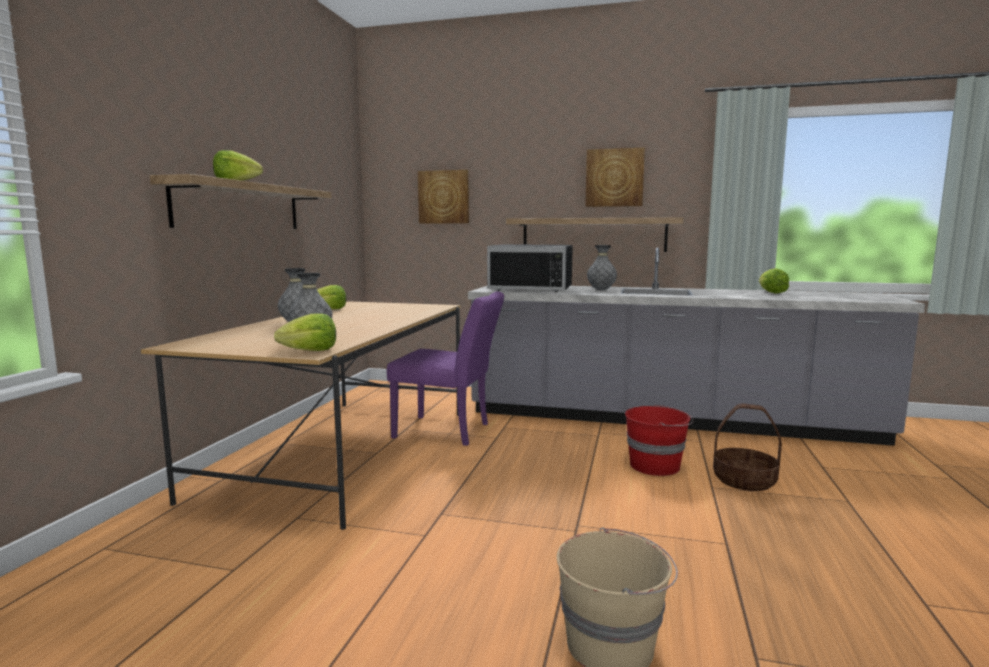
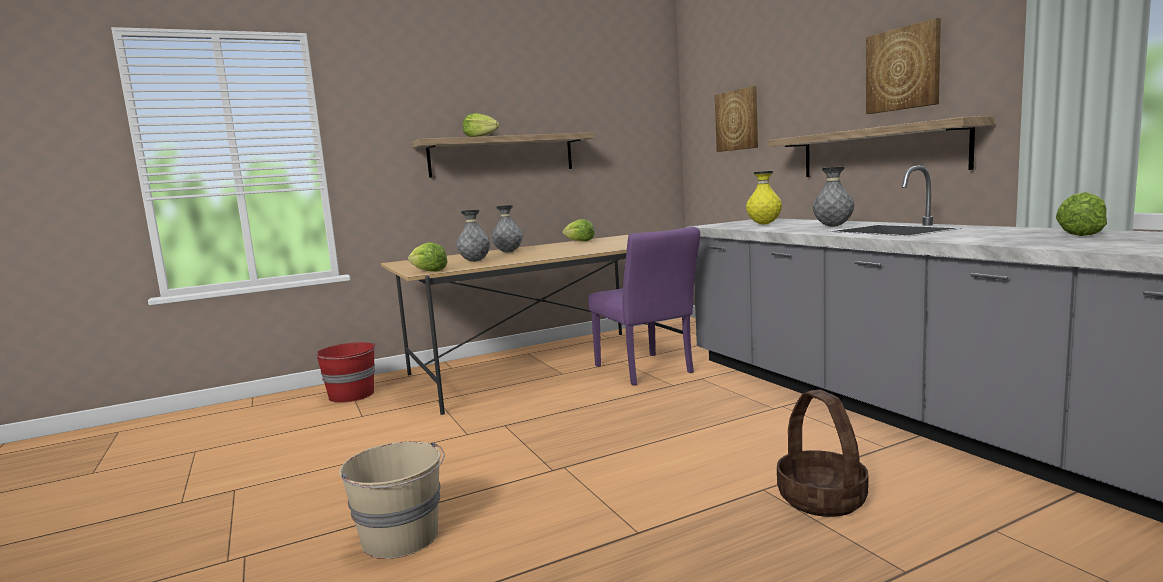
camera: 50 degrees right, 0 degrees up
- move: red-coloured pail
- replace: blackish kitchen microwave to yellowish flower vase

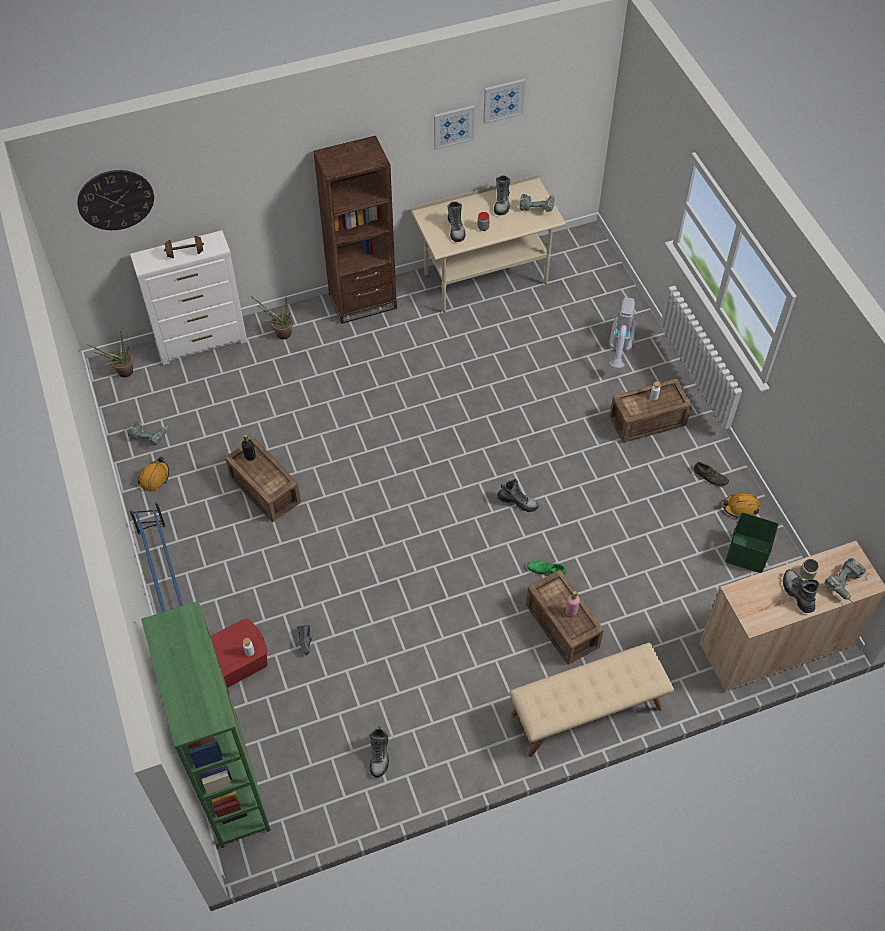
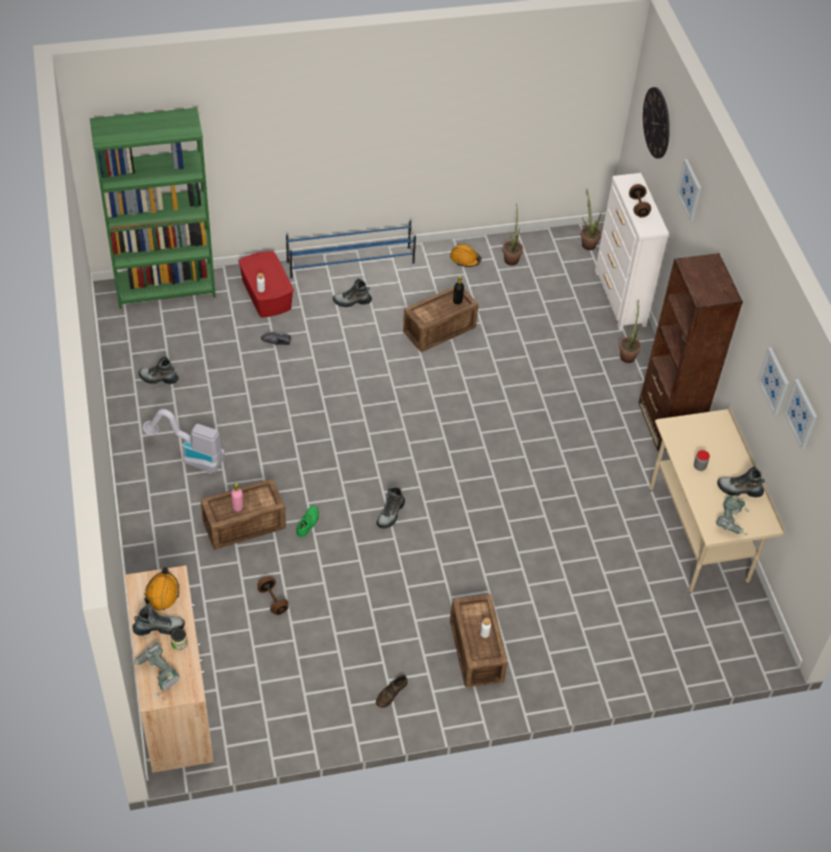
camera: 95 degrees right, 5 degrees down
- move: hoover
- move: orange-coloured work helmet (2nd from left in the first image) to orange-coloured work helmet (1st from left)
- insert: brown-coloured free weight (1st from left)
- move: tall boot (2nd from left in the first image) to tall boot (3rd from left)
- replace: drill (1st from left) to potted plant (1st from left)
- insert: picture (1st from left)
- delete: sand-coloured long seat
- delete: green-coloured storage bin

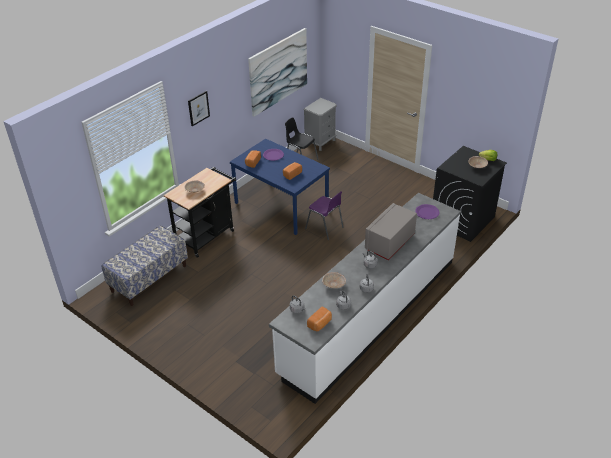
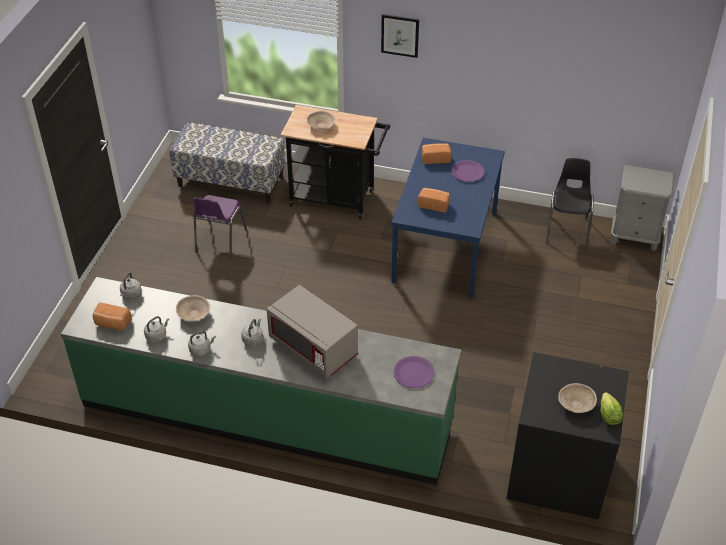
camera: 65 degrees right, 5 degrees up
- recolor: white kitchen counter to green-coloured kitchen counter
- move: purple upright chair
- rotate: gray kitchen microwave 150 degrees counterclockwise
- delete: picture (2nd from left)

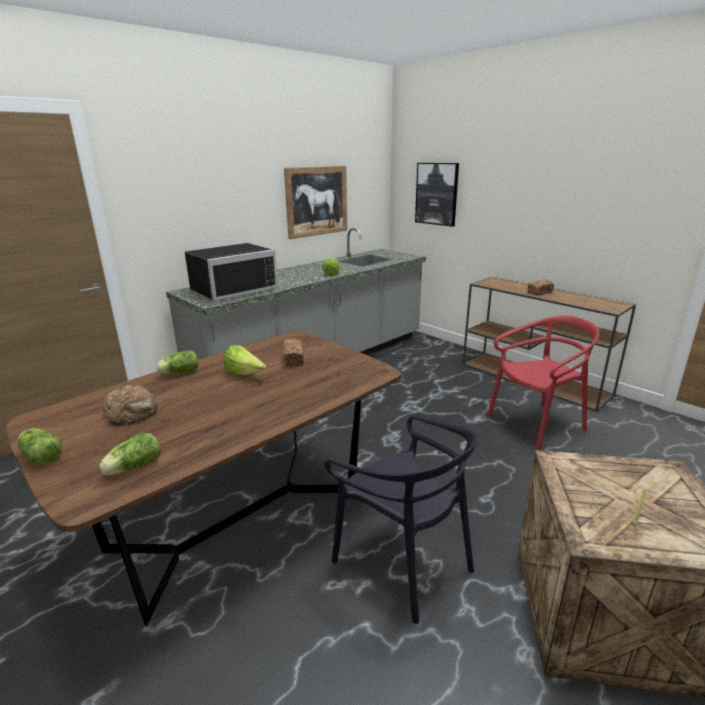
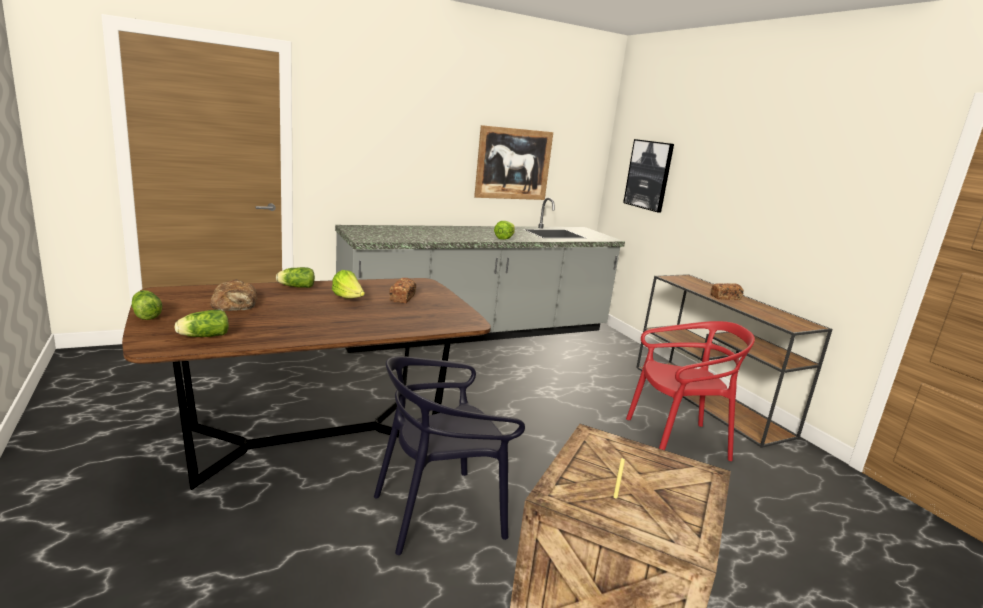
camera: 15 degrees right, 5 degrees down
- rotate: blackish upright chair 90 degrees clockwise
- delete: blackish kitchen microwave

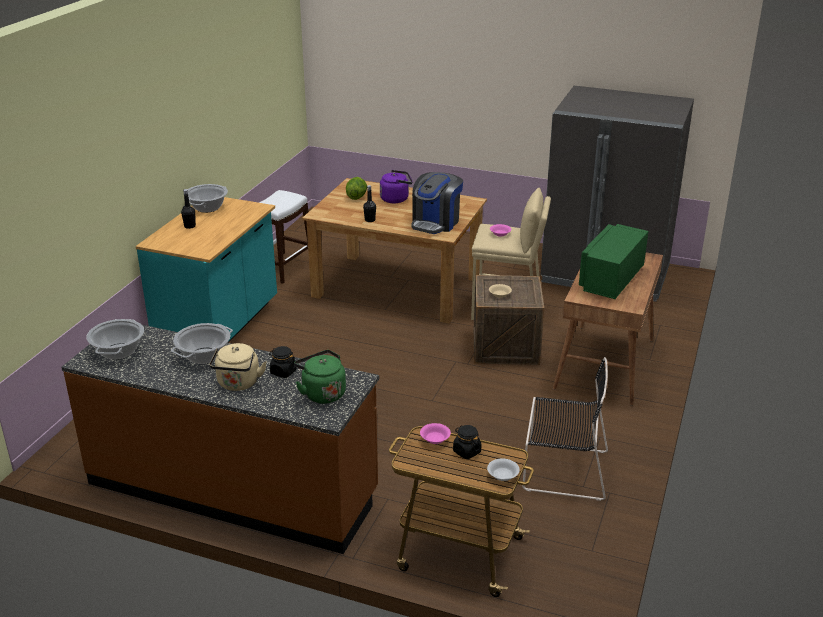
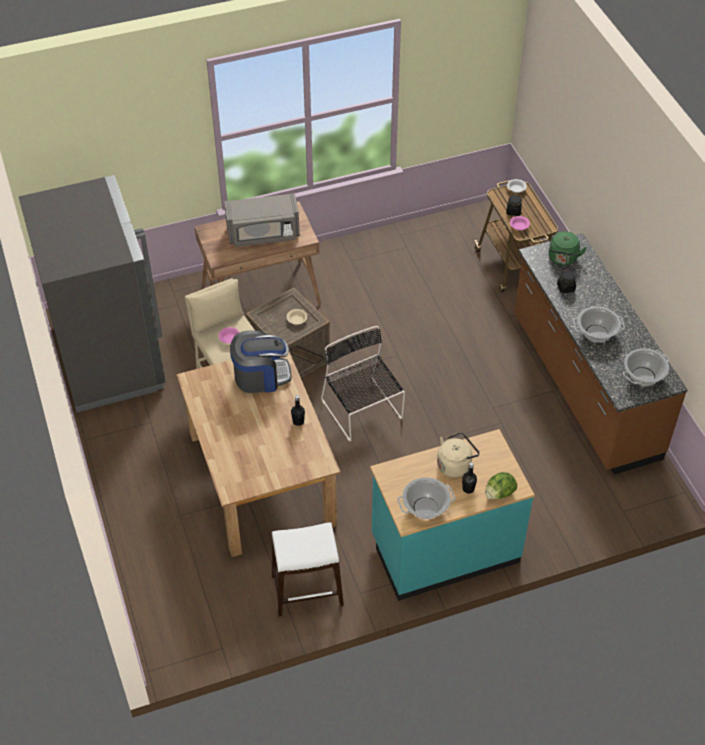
camera: 130 degrees left, 20 degrees up
- recolor: green-coloured kitchen microwave to gray kitchen microwave
- move: blackish upright chair
- move: sand-coloured tea kettle
- move: lettuce head
- delete: purple tea kettle

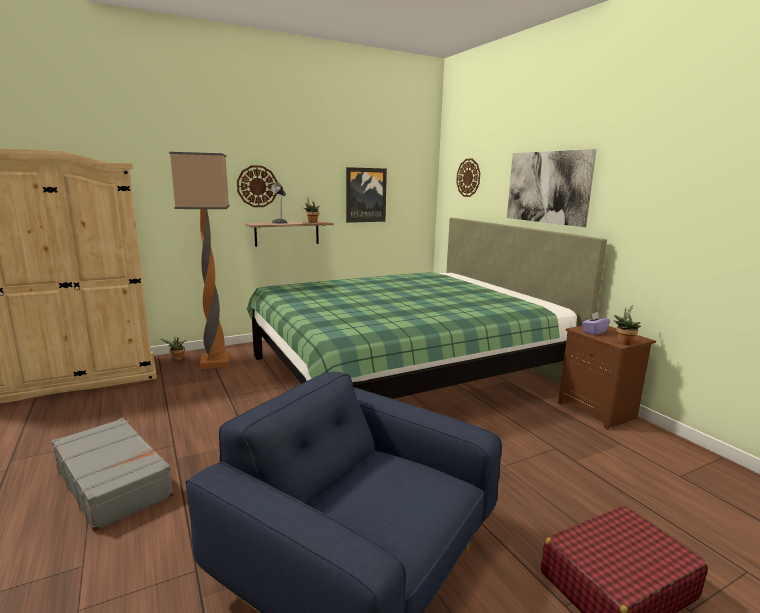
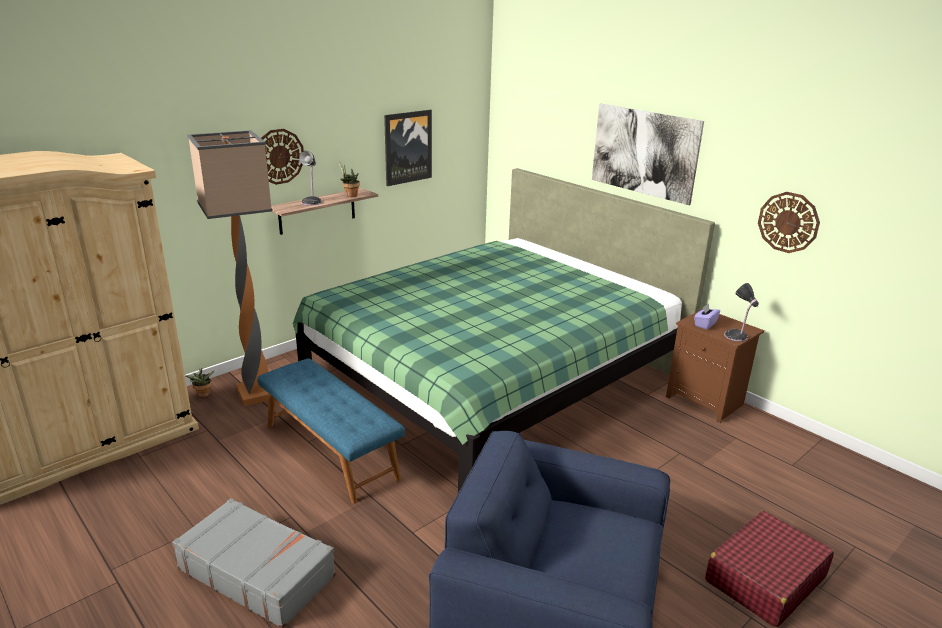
camera: 15 degrees left, 10 degrees up
- insert: blue long seat
- replace: potted plant (3rd from left) to table lamp (2nd from left)
- move: clock on the wall (2nd from left)

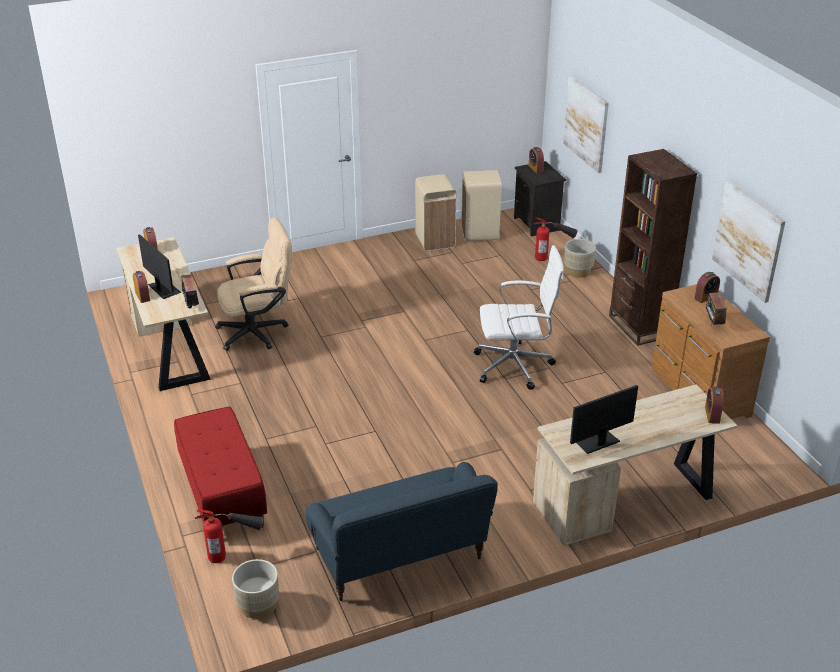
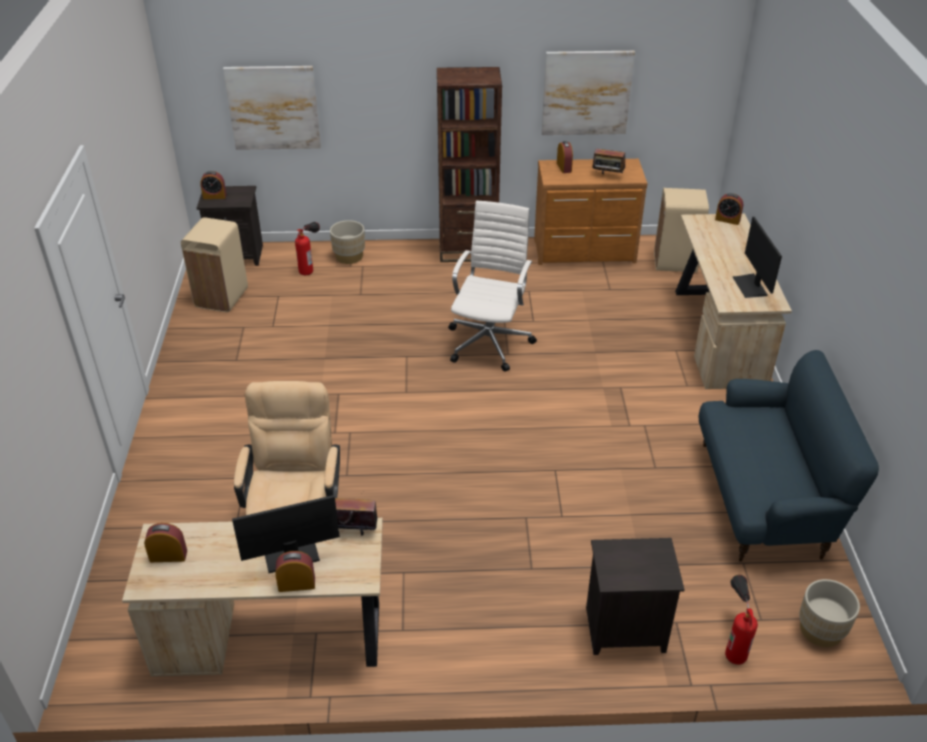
camera: 70 degrees left, 5 degrees up
- replace: red-coloured long seat to blackish bedside table (2nd from left)
- move: sand-coloured waste bin (1st from left in the first image) to sand-coloured waste bin (2nd from left)

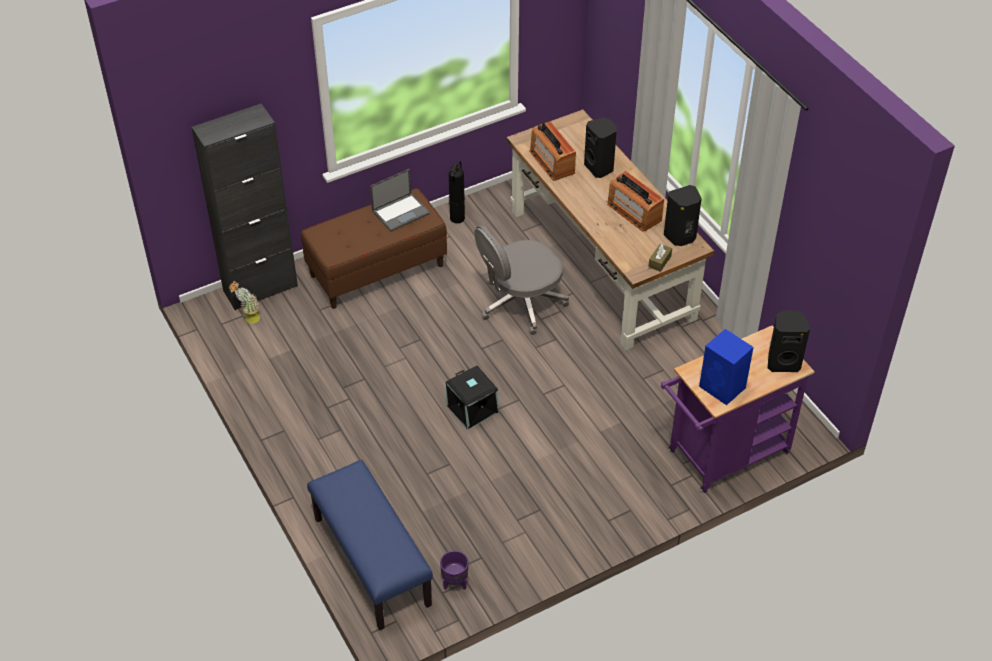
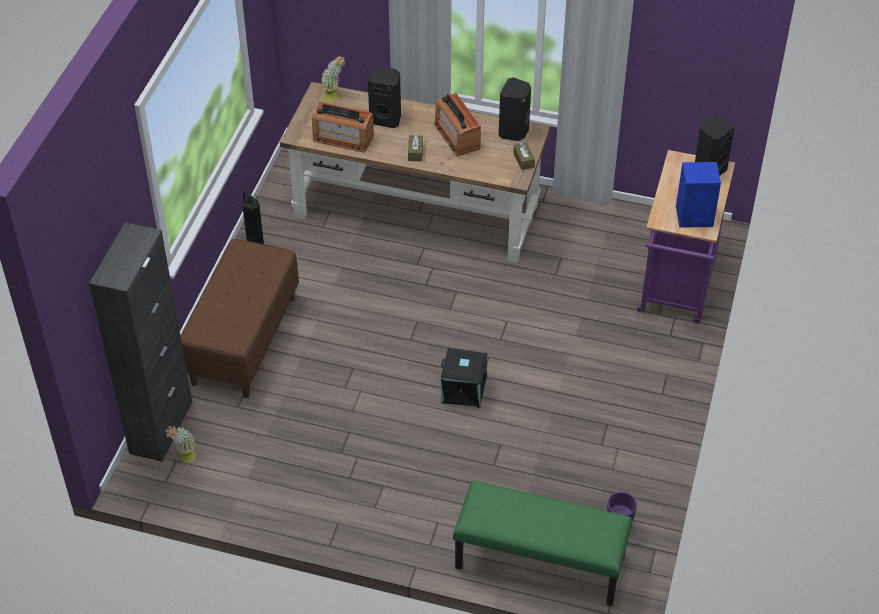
camera: 45 degrees left, 0 degrees up
- insert: potted plant (2nd from left)
- insert: brown-coloured box of tissues (1st from left)
- rotate: radio set (2nd from left) 60 degrees clockwise
- recolor: blue long seat to green-coloured long seat
- delete: notebook computer
- delete: gray desk chair

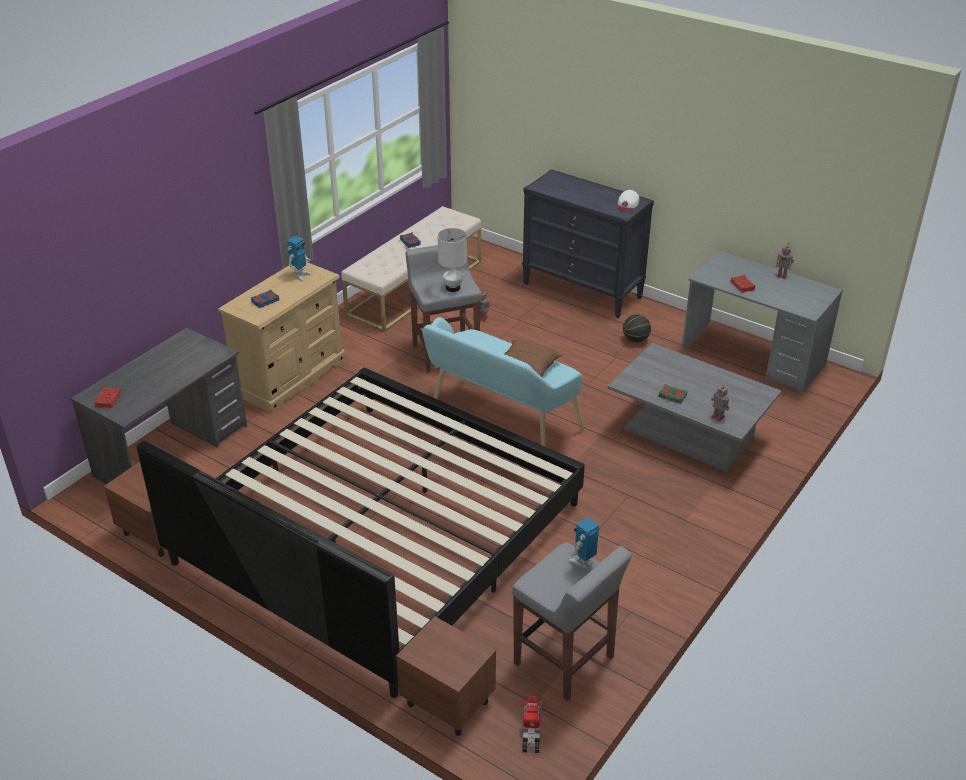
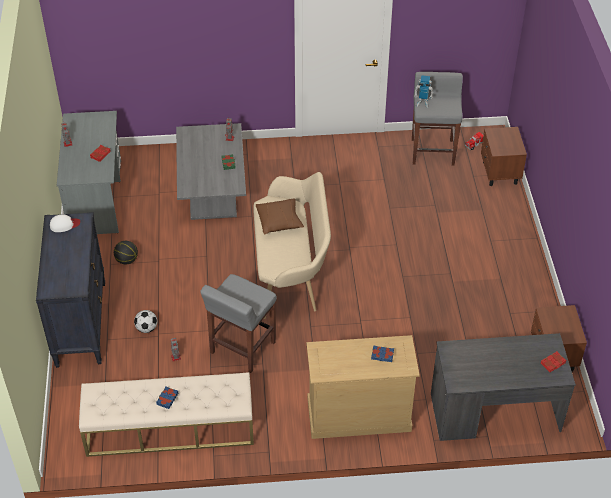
camera: 130 degrees left, 10 degrees up
- insert: ball for football
- recolor: turquoise-coloured long seat to sand-coloured long seat (2nd from left)
- delete: bedroom bed
- delete: toy robot (1st from left)
- delete: white table lamp

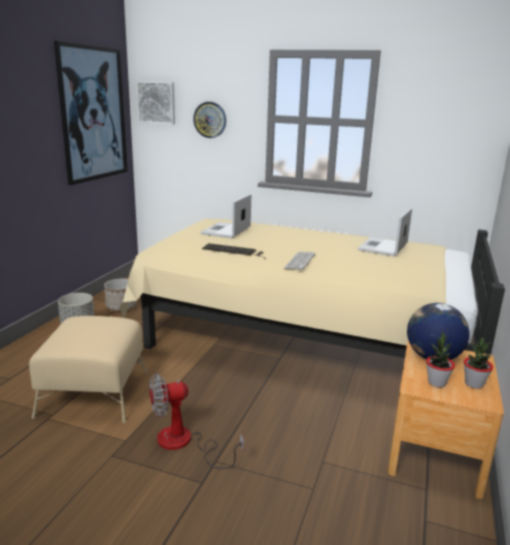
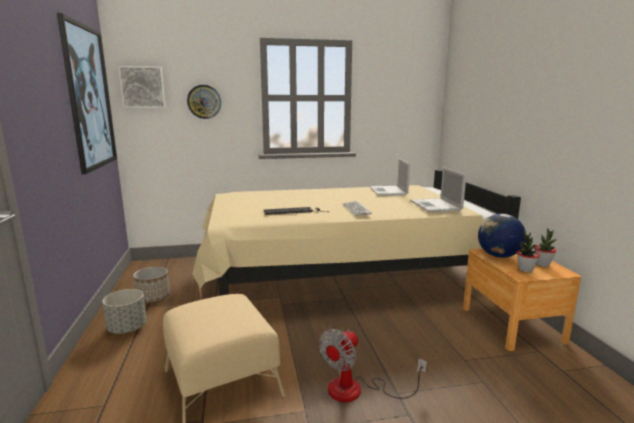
camera: 30 degrees left, 5 degrees down
- move: notebook computer (1st from left in the first image) to notebook computer (2nd from left)

